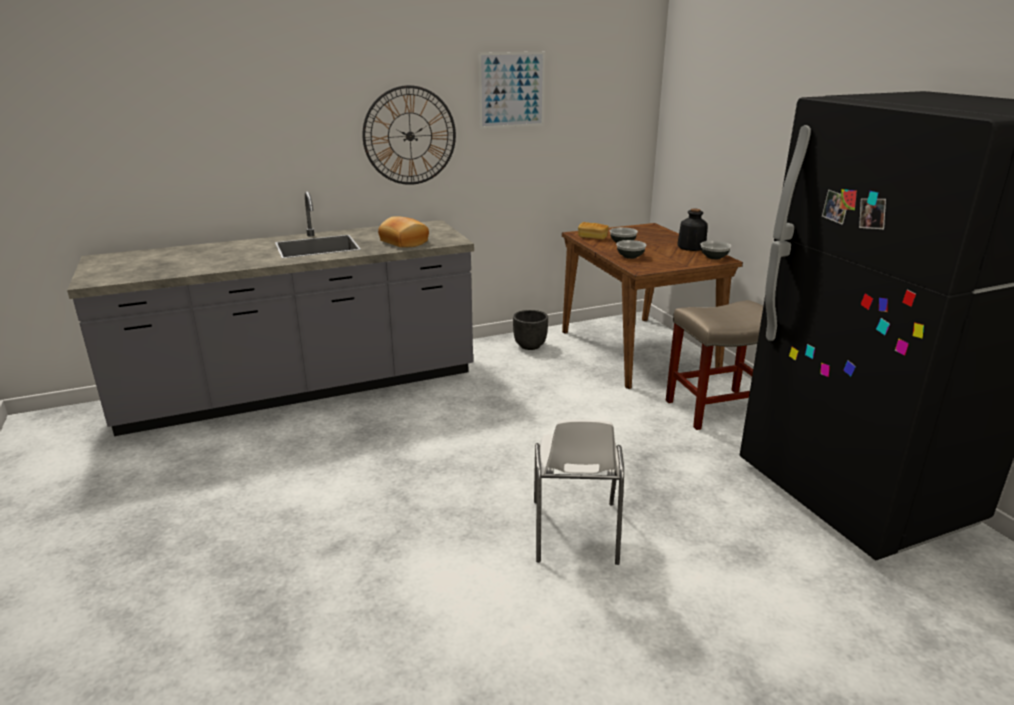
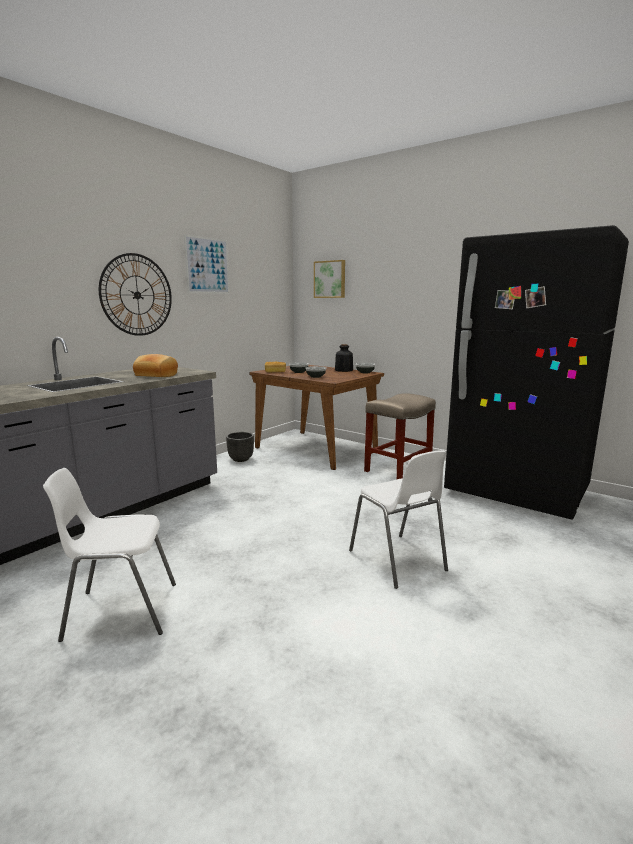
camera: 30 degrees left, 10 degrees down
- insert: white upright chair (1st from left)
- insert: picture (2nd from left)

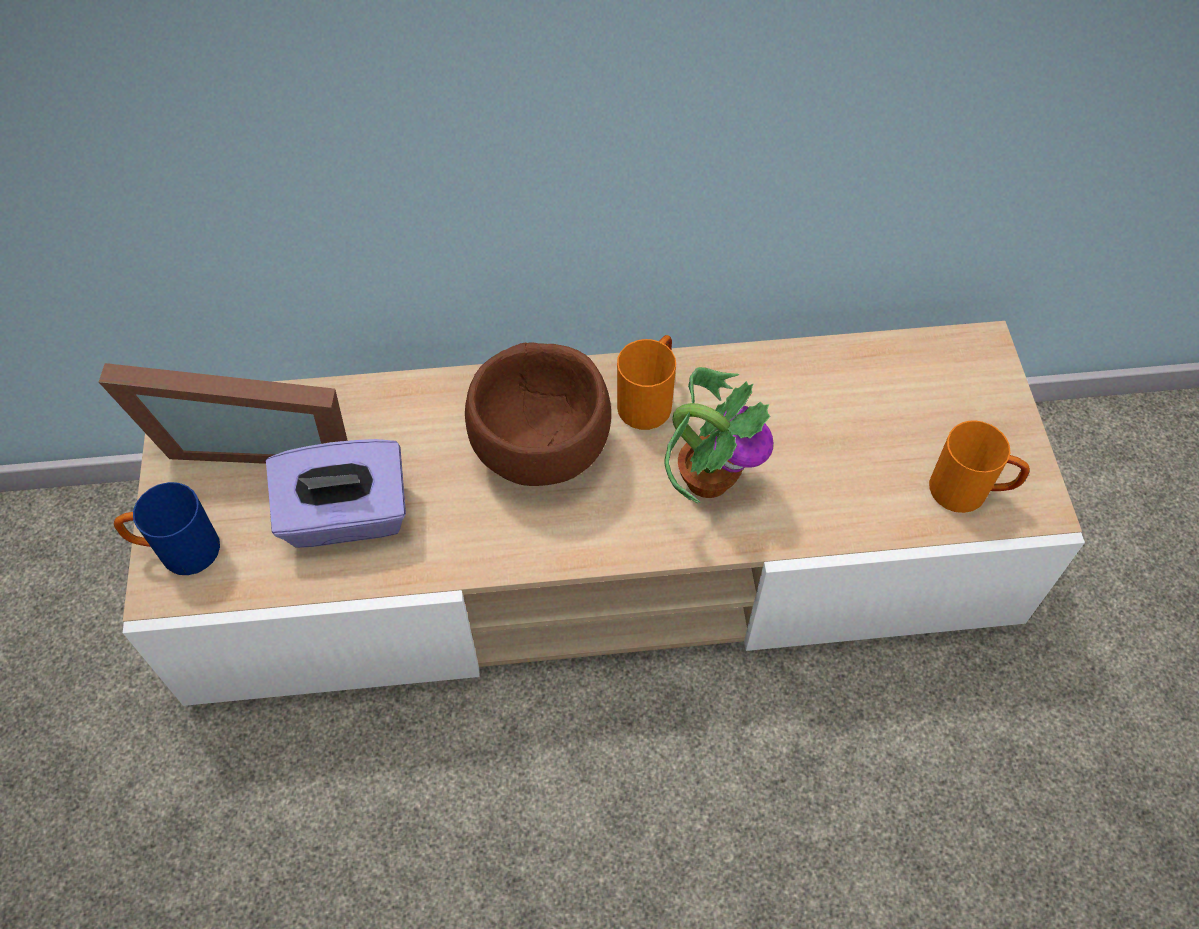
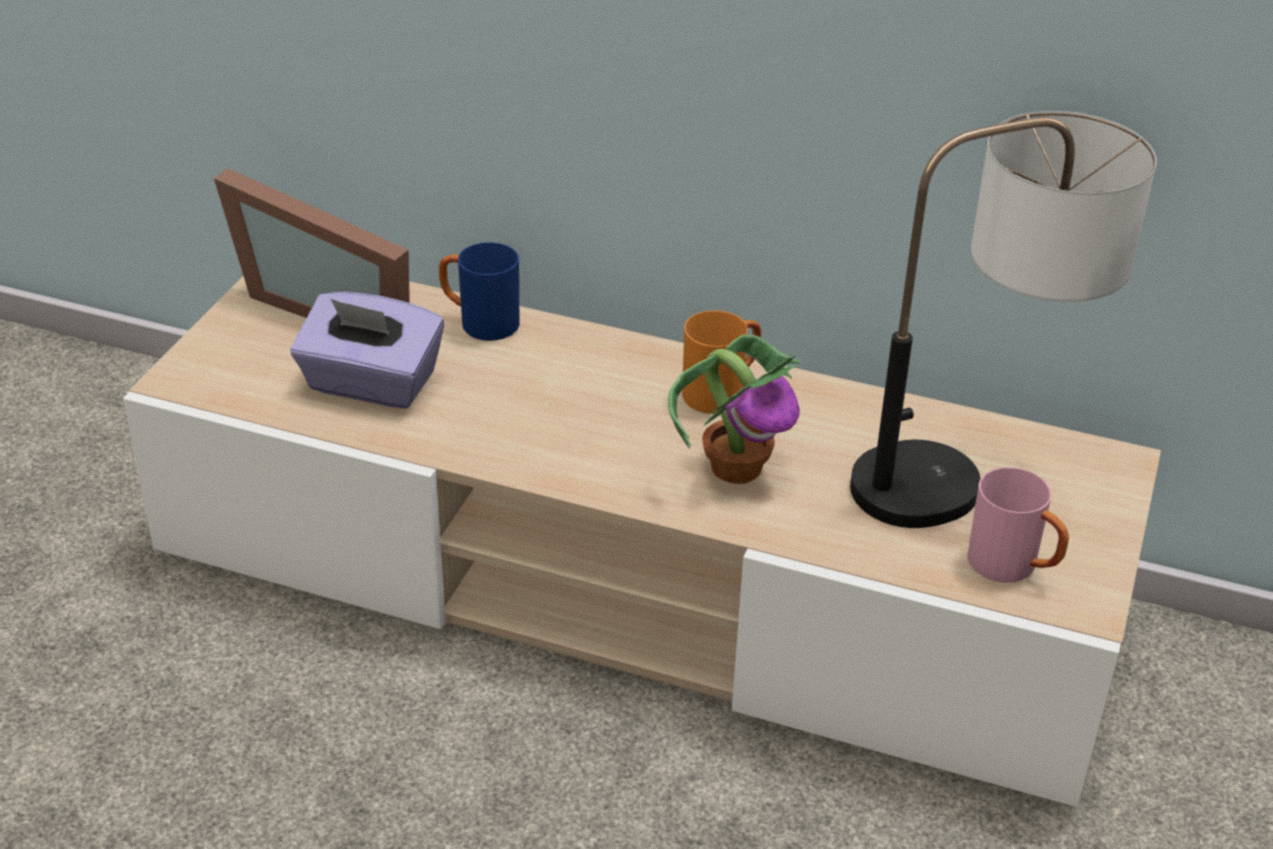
camera: 25 degrees right, 20 degrees down
- move: blue coffee mug
- insert: table lamp
- recolor: orange-coloured coffee mug (2nd from left) to pinkish coffee mug
- delete: brown-coloured deep dish

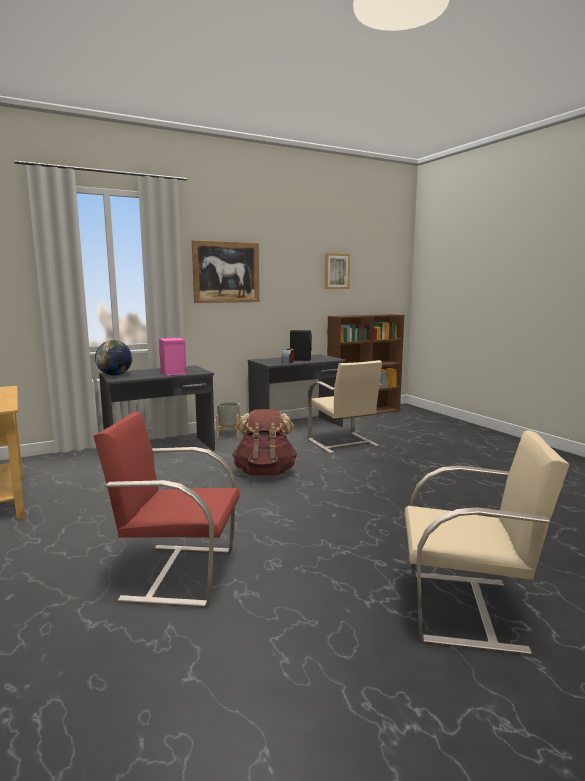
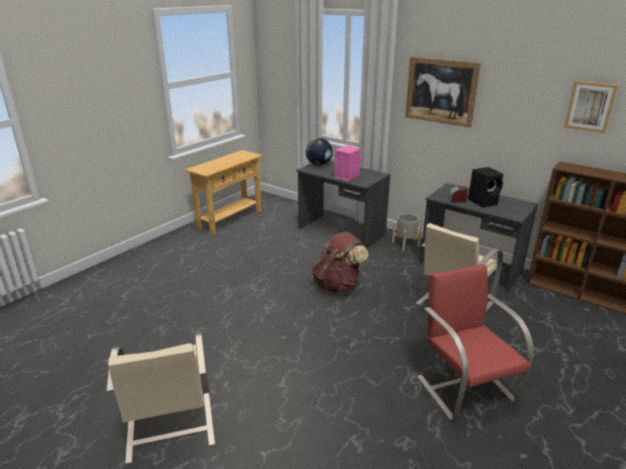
camera: 65 degrees right, 15 degrees up
- move: red-coloured upright chair

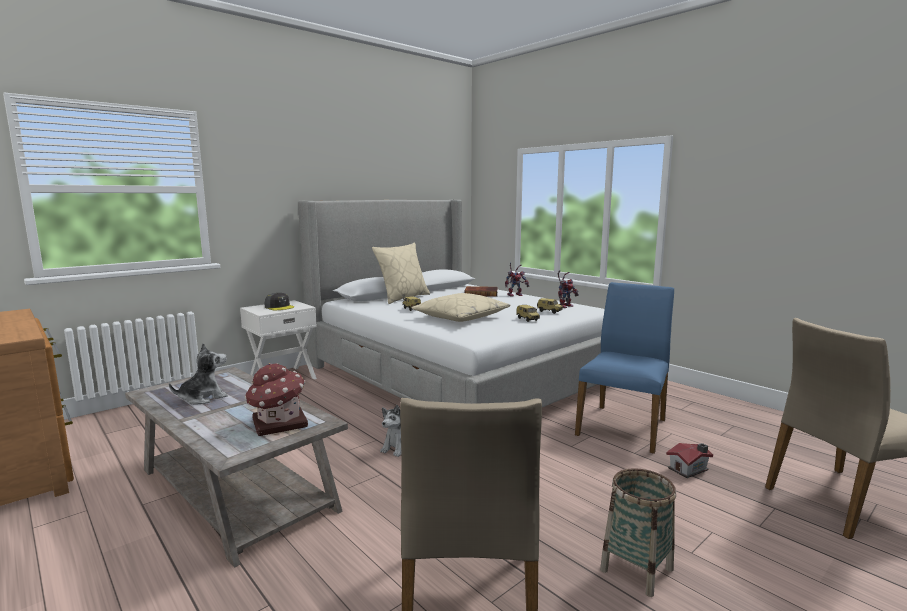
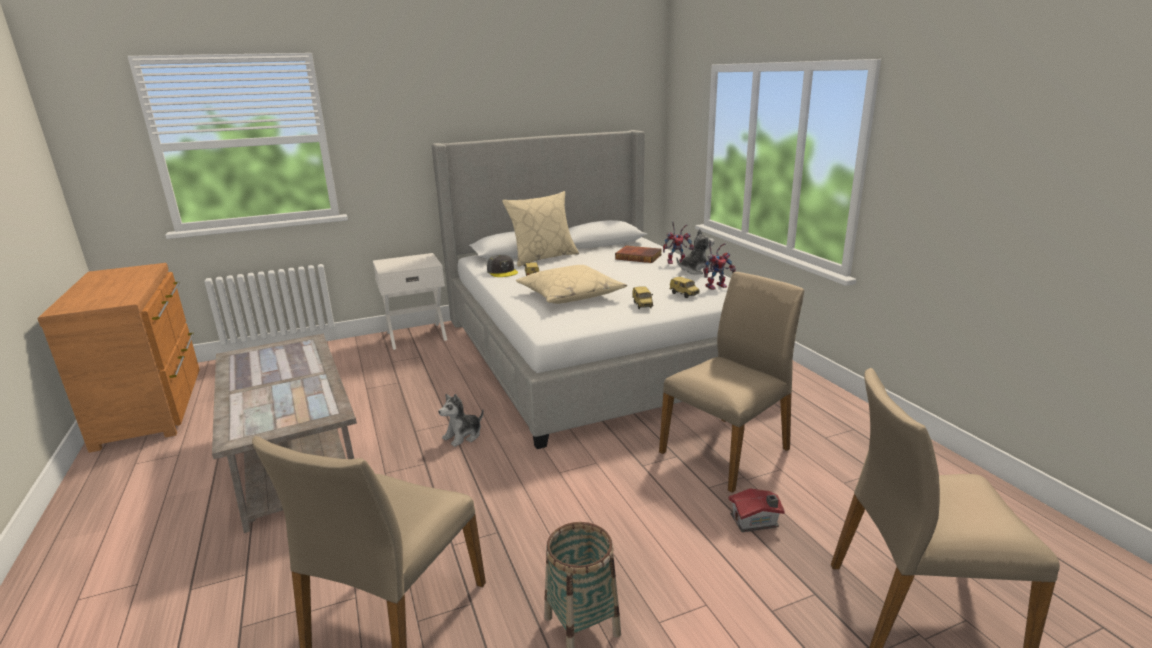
camera: 20 degrees right, 10 degrees up
- move: gray baseball cap
- recolor: blue upright chair to sand-coloured upright chair (2nd from left)
- move: plush toy (1st from left in the first image) to plush toy (2nd from left)
- delete: toy house (1st from left)

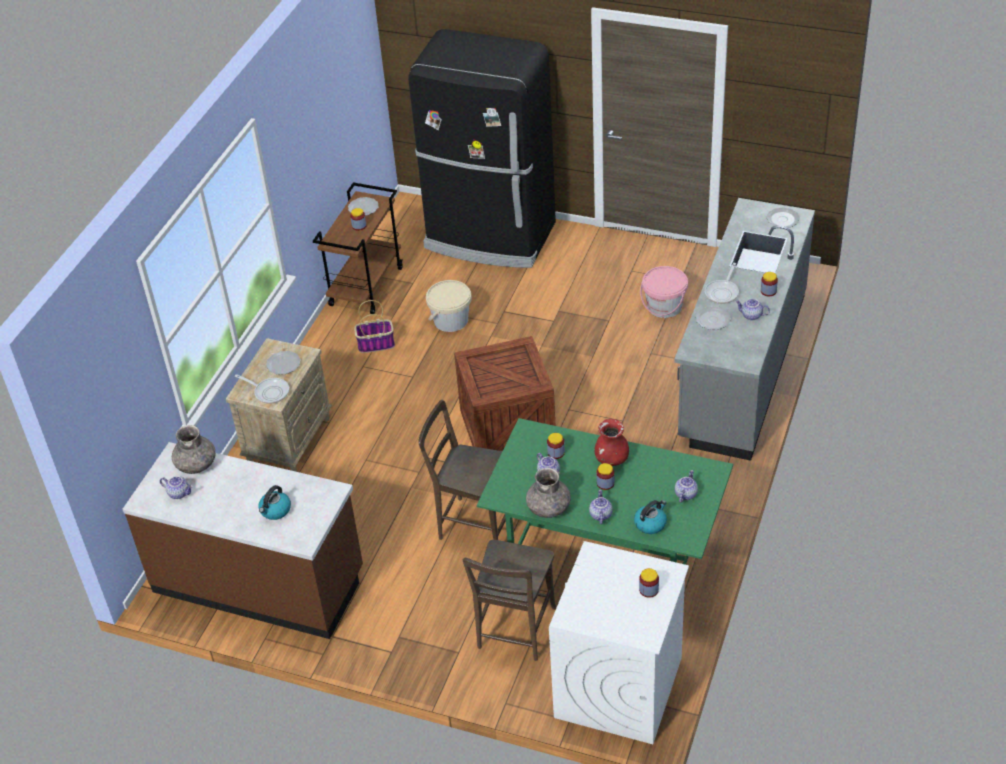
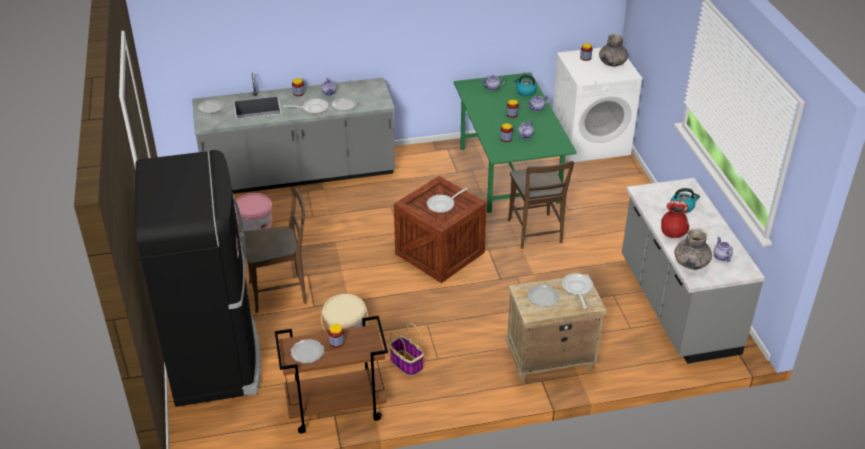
camera: 125 degrees left, 5 degrees down
- move: brown-coloured upright chair (2nd from left in the first image) to brown-coloured upright chair (1st from left)
- insert: frying pan (2nd from left)
- move: gray flower vase (2nd from left in the first image) to gray flower vase (1st from left)
- recolor: brown-coloured kitchen counter to gray kitchen counter (2nd from left)
- move: red-coloured flower vase

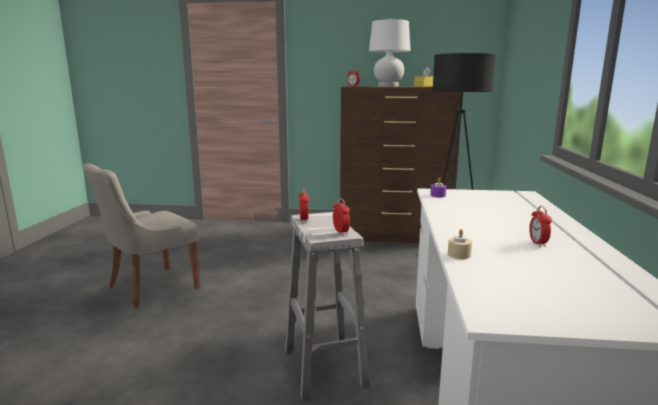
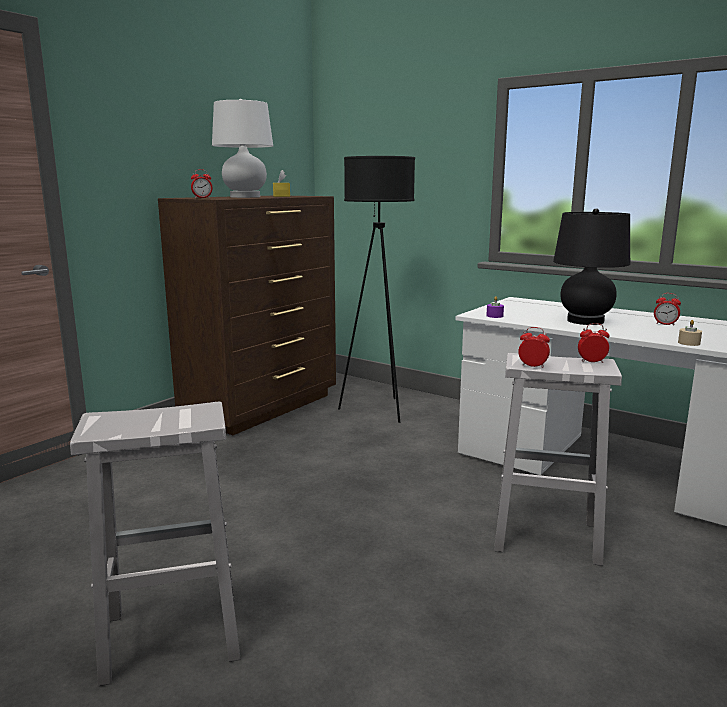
camera: 60 degrees left, 0 degrees up
- replace: gray upright chair to white stool (1st from left)
- insert: blackish table lamp

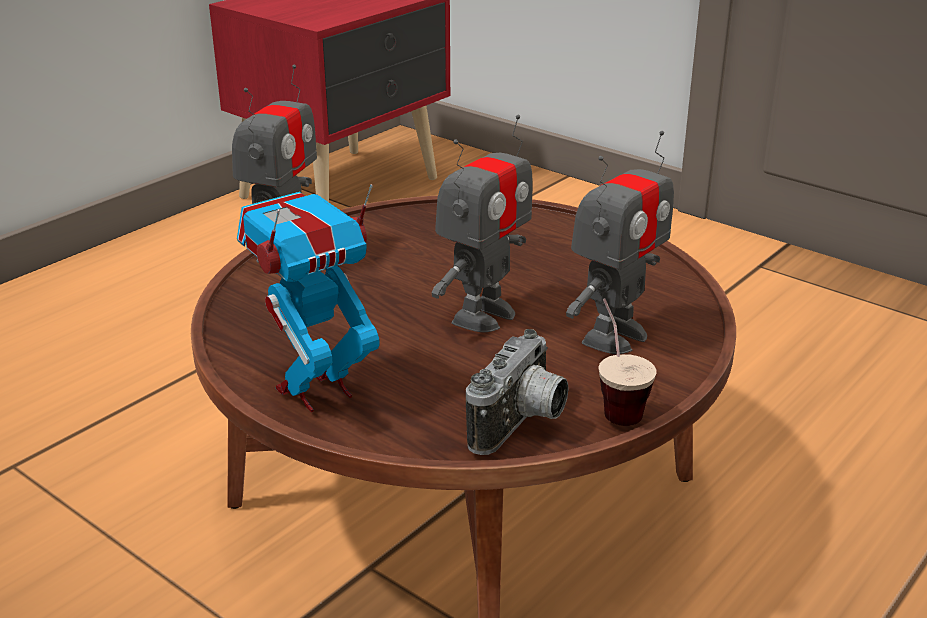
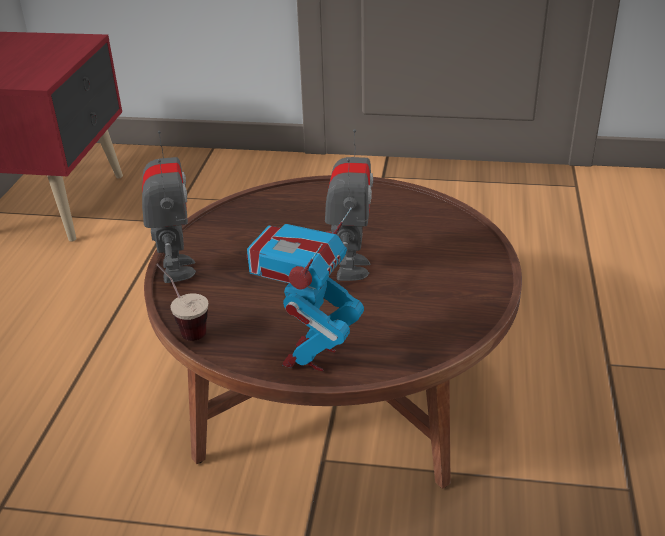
camera: 30 degrees left, 5 degrees up
- move: drinking cup
- delete: photo camera
- delete: toy robot (4th from left)

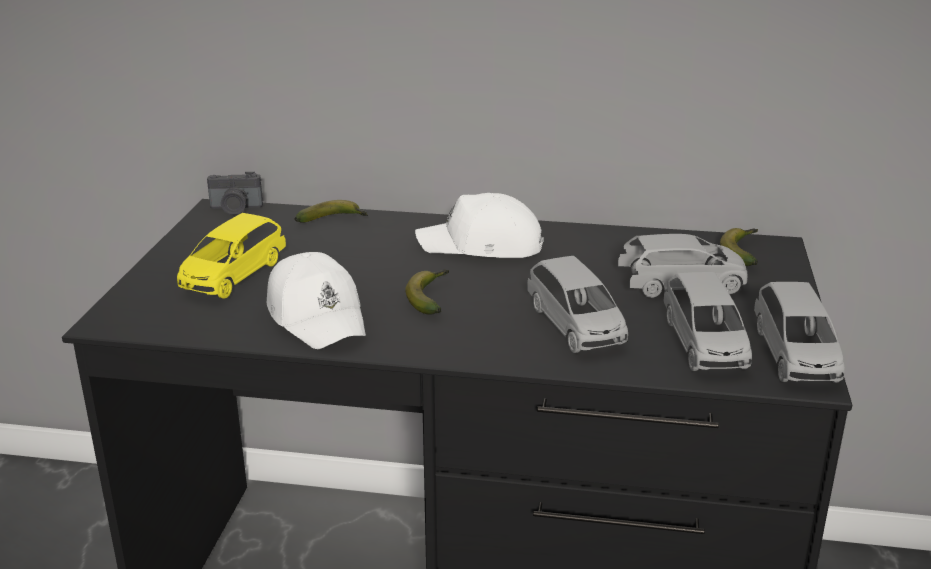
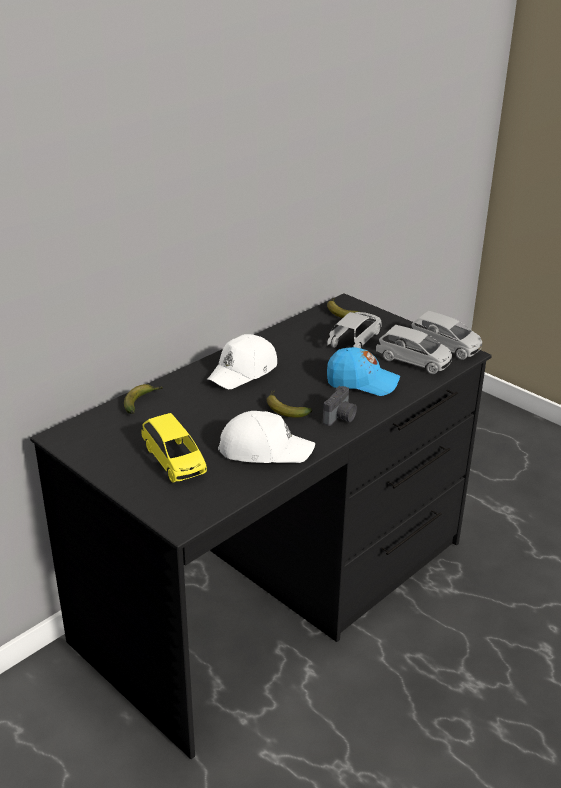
camera: 55 degrees left, 5 degrees up
- move: photo camera
- replace: gray model car (1st from left) to blue baseball cap

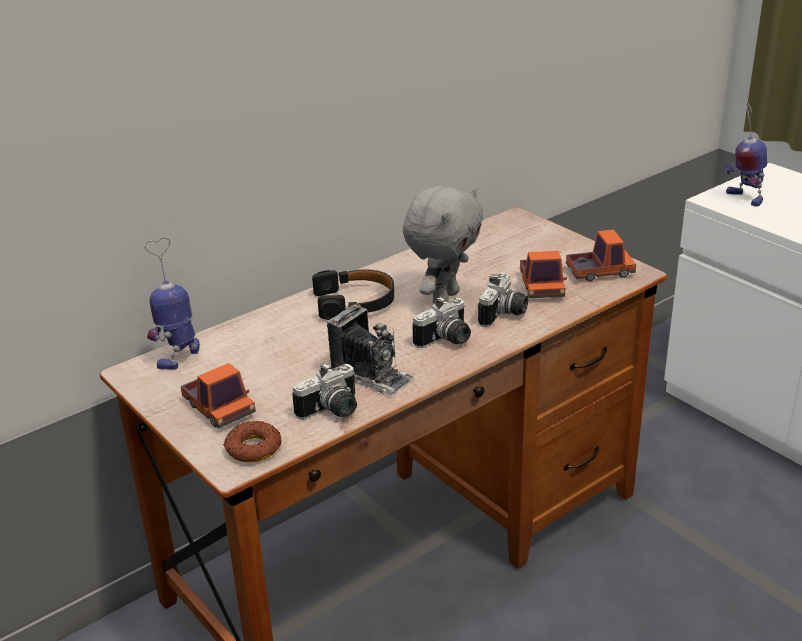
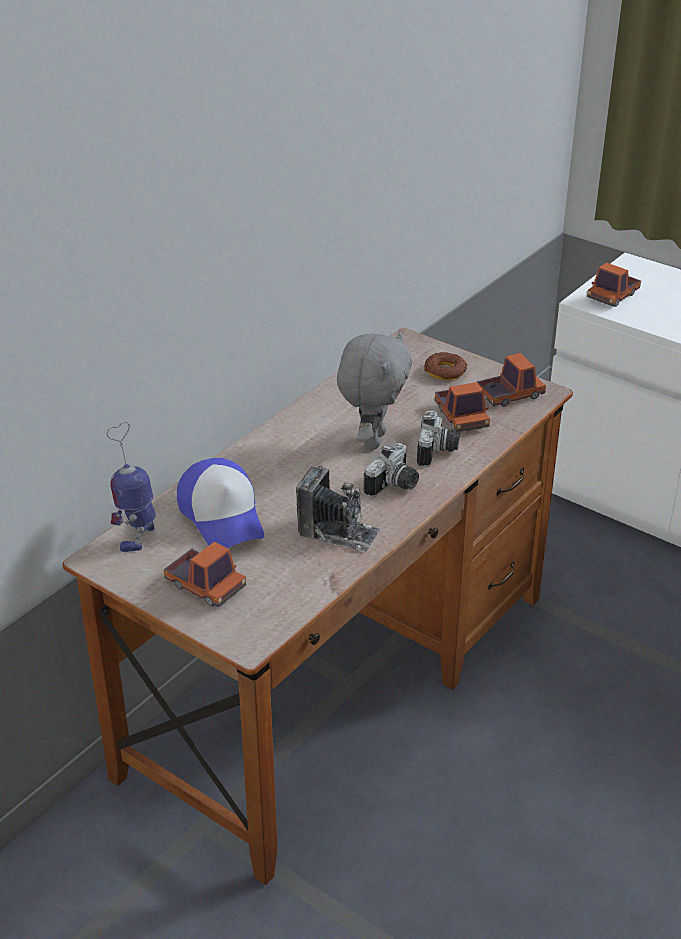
camera: 15 degrees left, 5 degrees up
- insert: baseball cap
- move: ring doughnut
- replace: toy robot (2nd from left) to toy truck (4th from left)
- delete: photo camera (1st from left)
- delete: blackish headset

